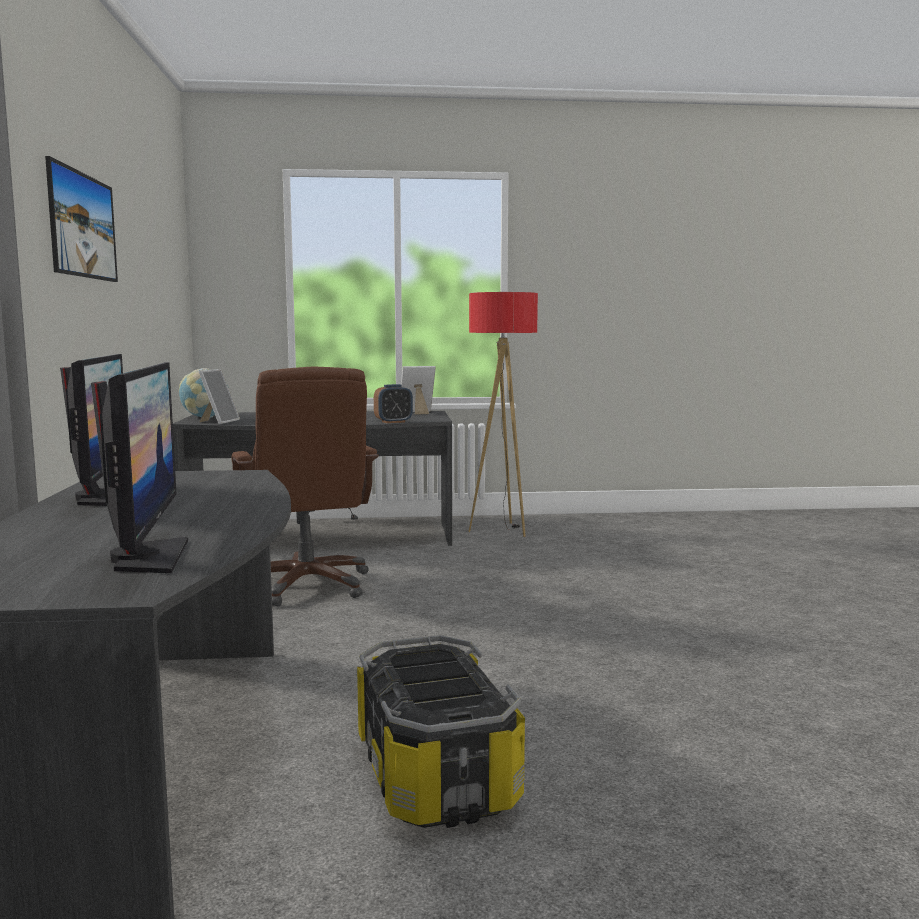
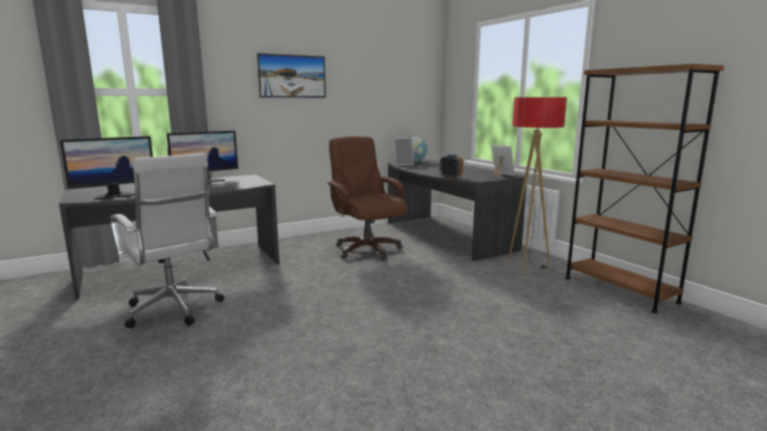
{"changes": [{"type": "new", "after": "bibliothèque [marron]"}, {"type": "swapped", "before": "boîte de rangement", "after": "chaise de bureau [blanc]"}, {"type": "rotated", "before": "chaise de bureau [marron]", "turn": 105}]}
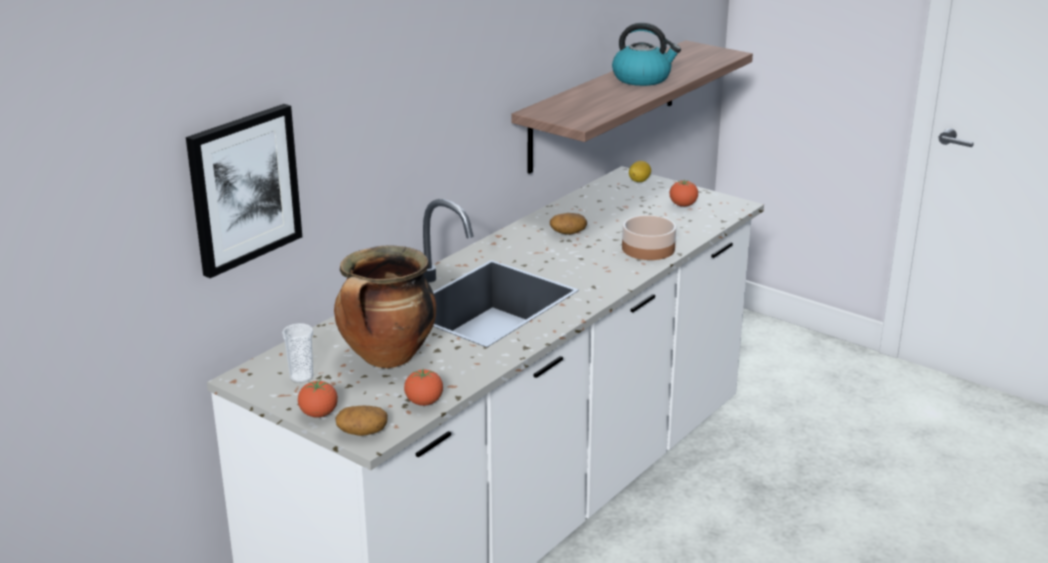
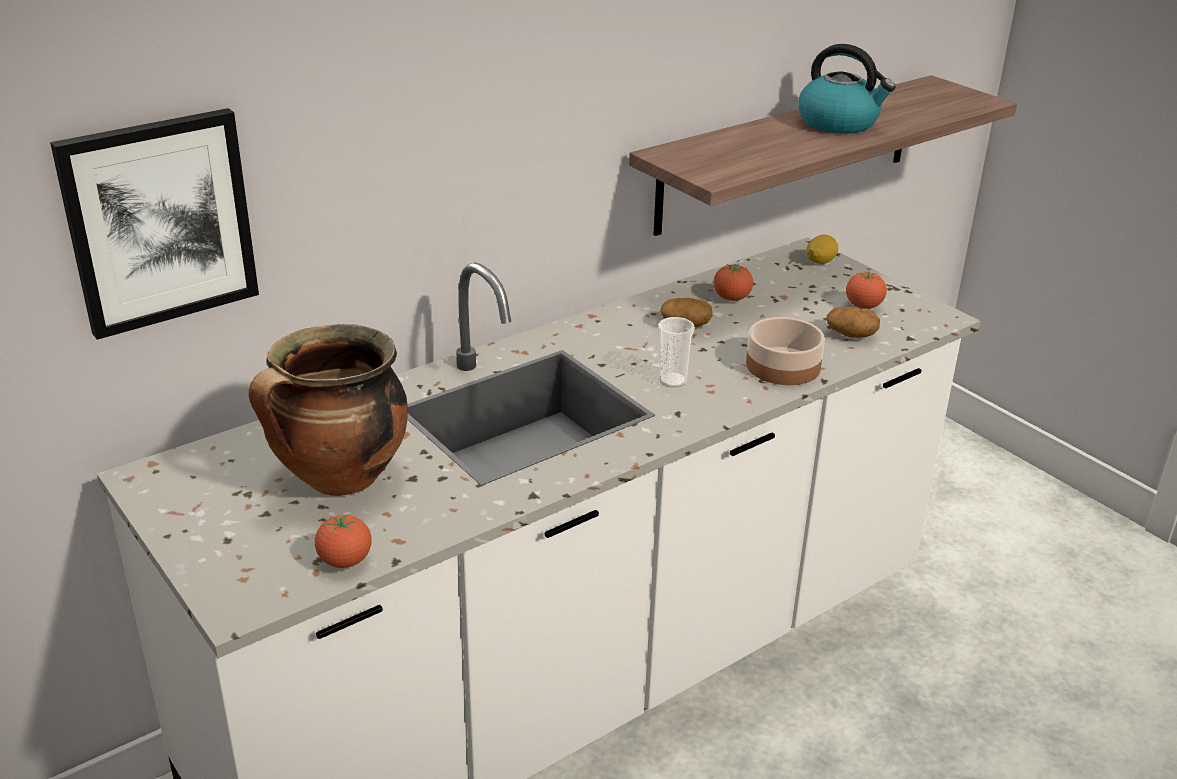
{"changes": [{"type": "shifted", "before": "tasse"}, {"type": "shifted", "before": "tomate (no. 1 from left in the first image)", "after": "tomate (no. 2 from left)"}, {"type": "shifted", "before": "pomme de terre (no. 1 from left in the first image)", "after": "pomme de terre (no. 2 from left)"}]}
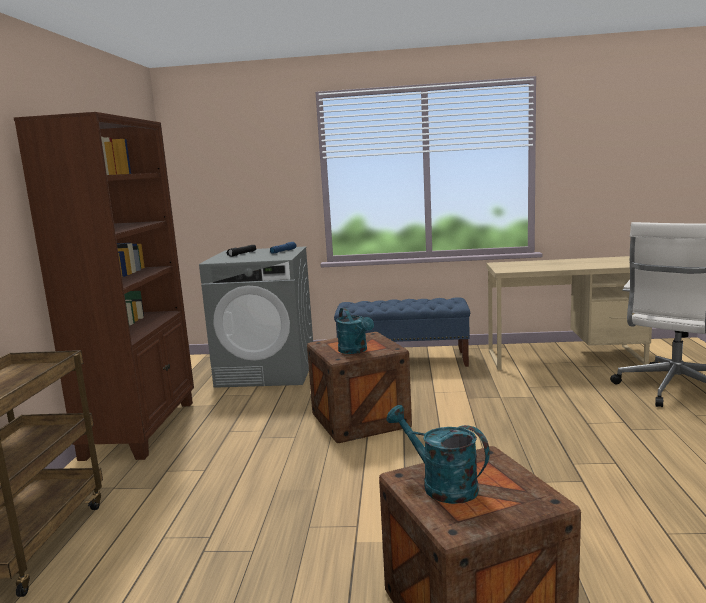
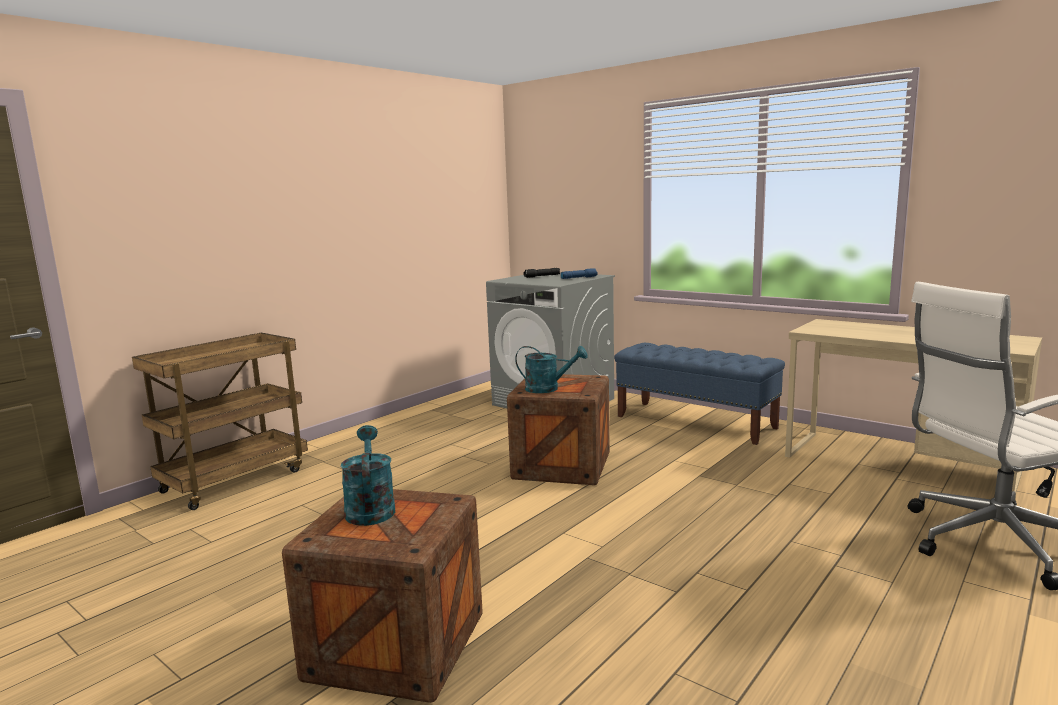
{"changes": [{"type": "gone", "before": "bibliothèque [marron]"}, {"type": "rotated", "before": "arrosoir [turquoise] (no. 1 from left in the first image)", "turn": -90}]}
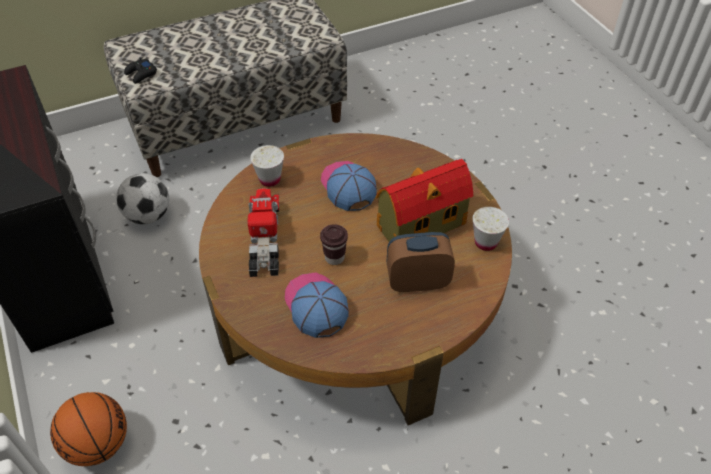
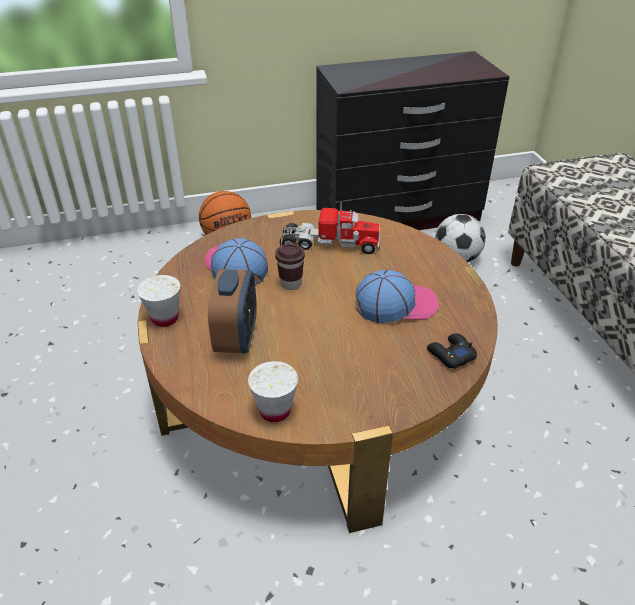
{"changes": [{"type": "gone", "before": "maison miniature"}, {"type": "shifted", "before": "manette [noir]"}, {"type": "shifted", "before": "tasse [blanc] (no. 1 from left)"}, {"type": "rotated", "before": "casquette (no. 1 from left)", "turn": -105}]}
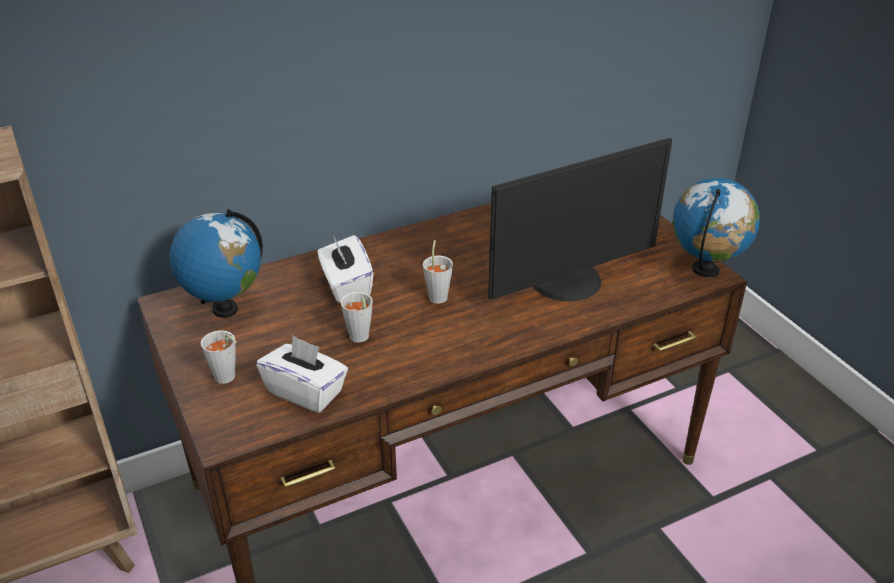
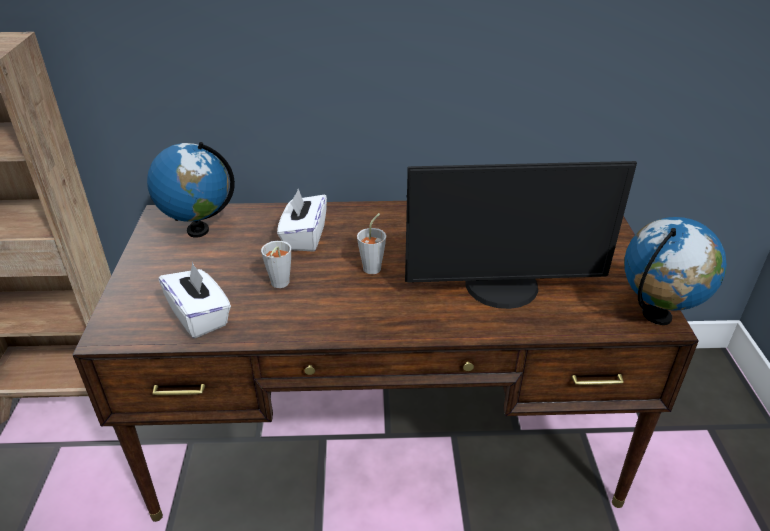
{"changes": [{"type": "gone", "before": "tasse [gris] (no. 1 from left)"}]}
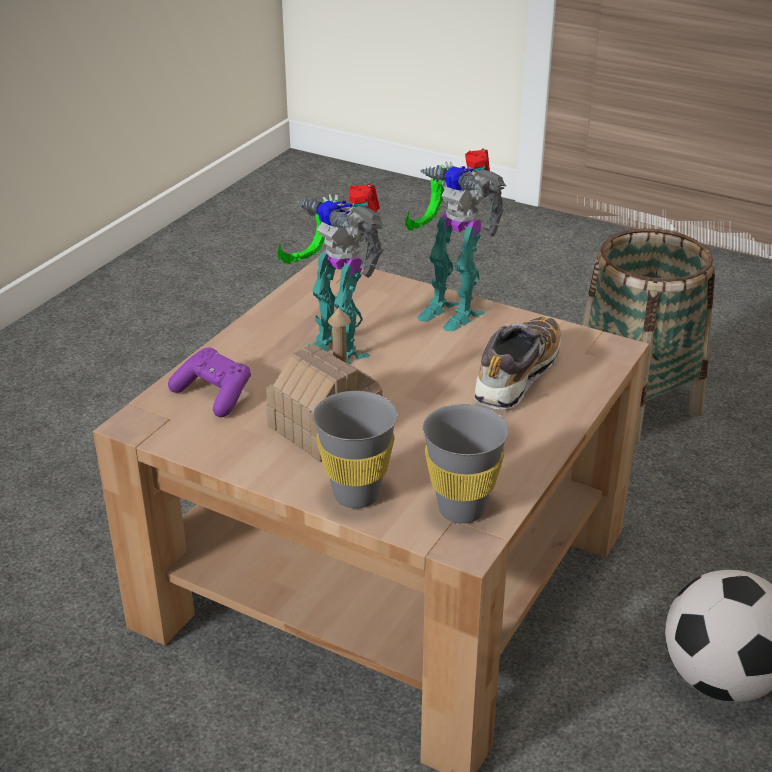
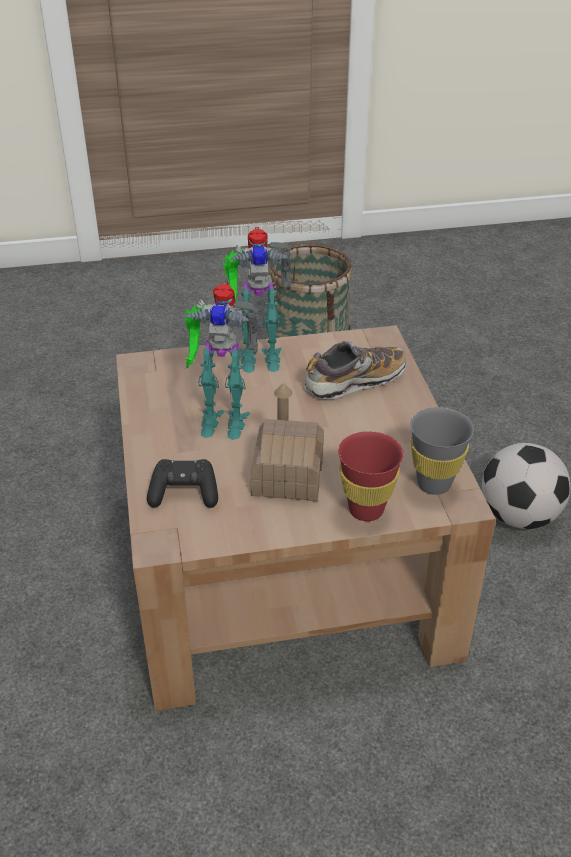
{"changes": [{"type": "repainted", "before": "manette [violet]", "after": "manette [noir]"}, {"type": "repainted", "before": "tasse [gris] (no. 1 from left)", "after": "tasse [rouge]"}, {"type": "rotated", "before": "chaussure", "turn": 75}]}
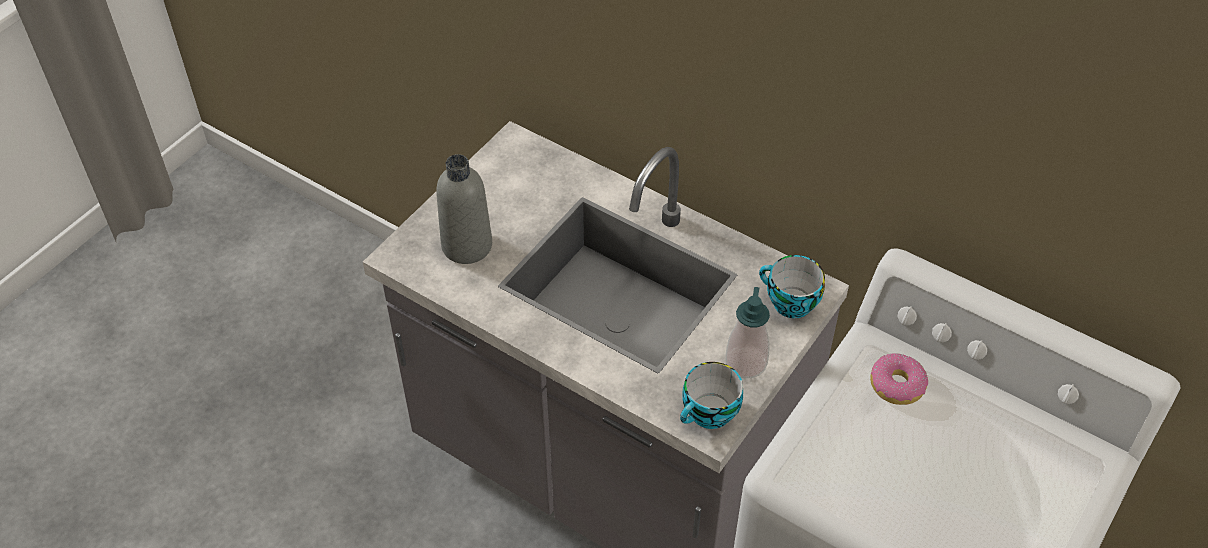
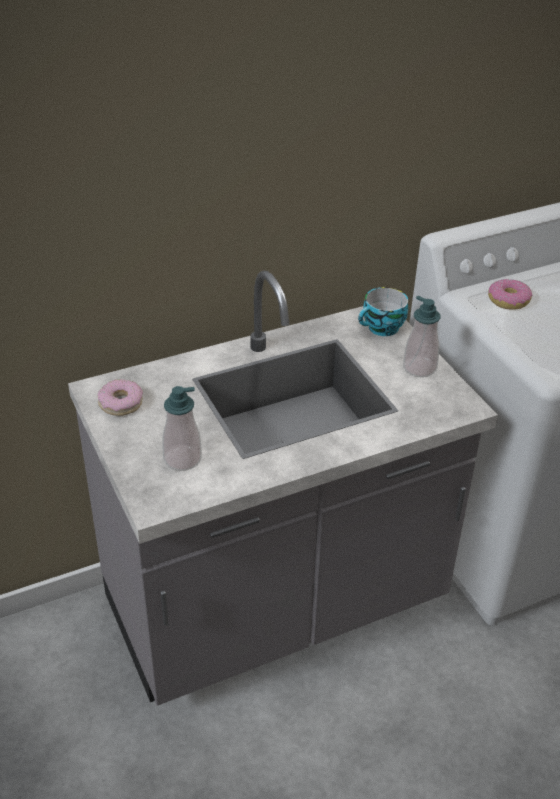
{"changes": [{"type": "gone", "before": "tasse (no. 1 from left)"}, {"type": "new", "after": "beignet (no. 1 from left)"}, {"type": "swapped", "before": "bouteille [gris]", "after": "distributeur de savon (no. 1 from left)"}]}
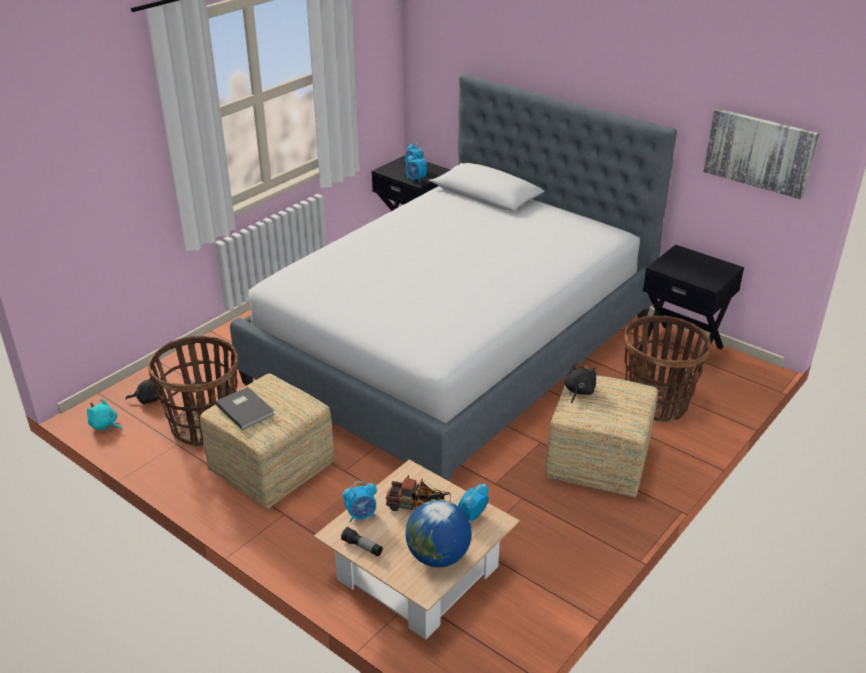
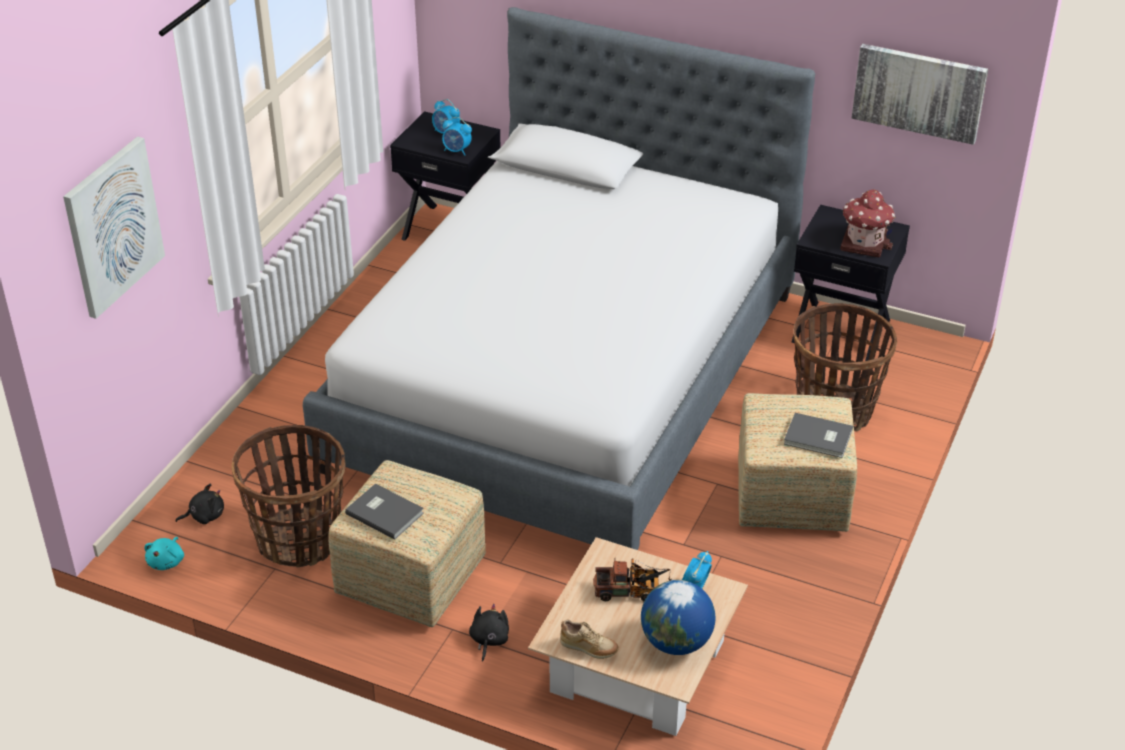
{"changes": [{"type": "gone", "before": "réveil (no. 1 from left)"}, {"type": "new", "after": "tableau (no. 1 from left)"}, {"type": "new", "after": "livre [gris] (no. 2 from left)"}, {"type": "new", "after": "maison miniature"}, {"type": "shifted", "before": "peluche [noir] (no. 2 from left)"}, {"type": "swapped", "before": "lampe de poche", "after": "chaussure [beige]"}, {"type": "rotated", "before": "peluche [turquoise]", "turn": -90}]}
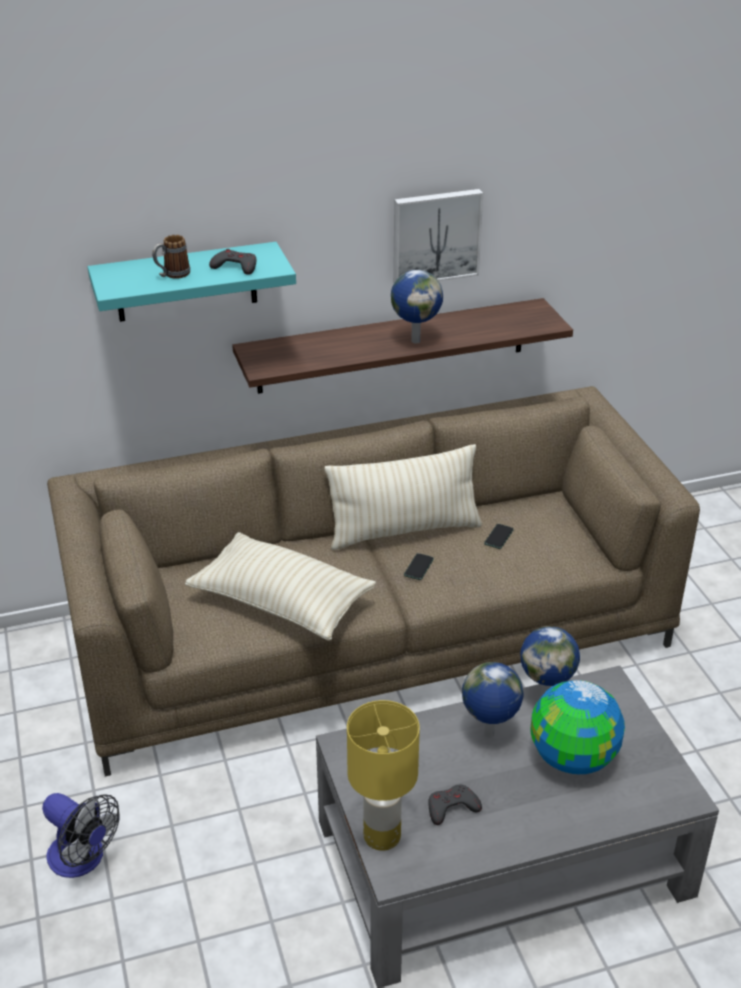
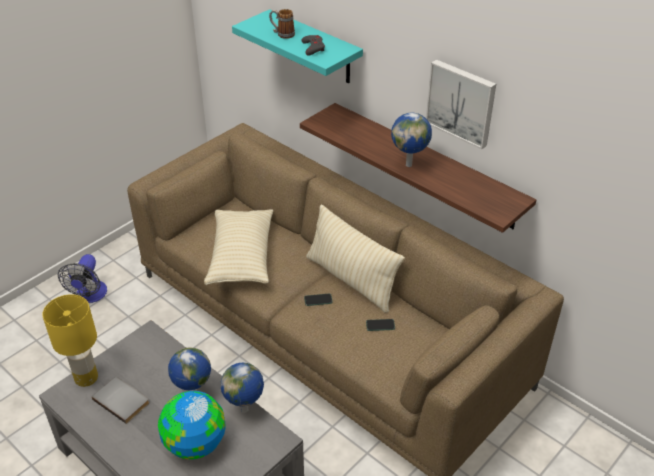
{"changes": [{"type": "swapped", "before": "manette [gris] (no. 2 from left)", "after": "livre [gris]"}]}
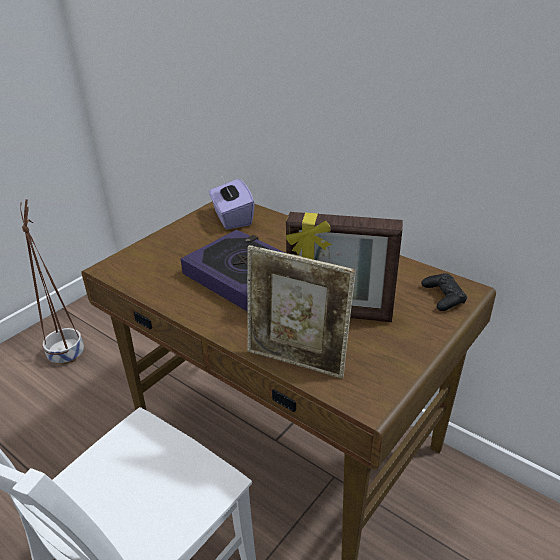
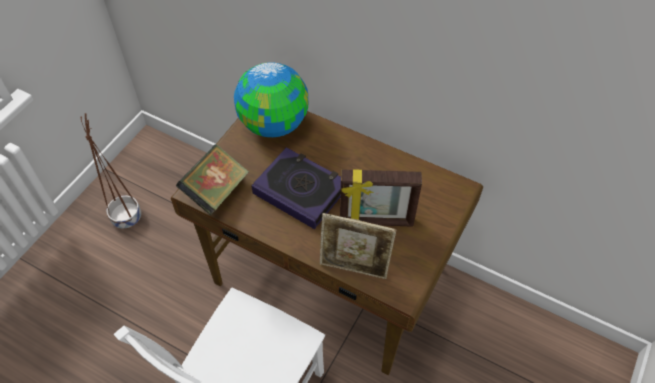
{"changes": [{"type": "gone", "before": "manette [noir]"}, {"type": "new", "after": "livre (no. 1 from left)"}, {"type": "swapped", "before": "boîte à mouchoirs [violet]", "after": "globe"}]}
